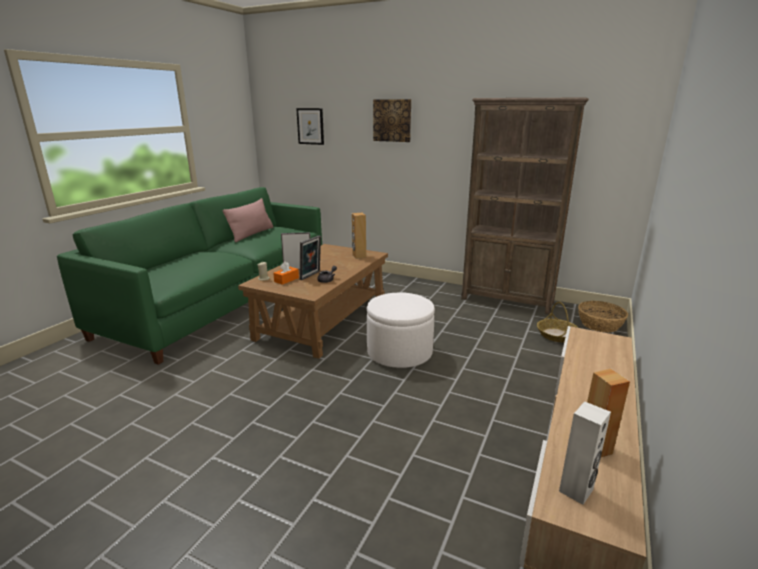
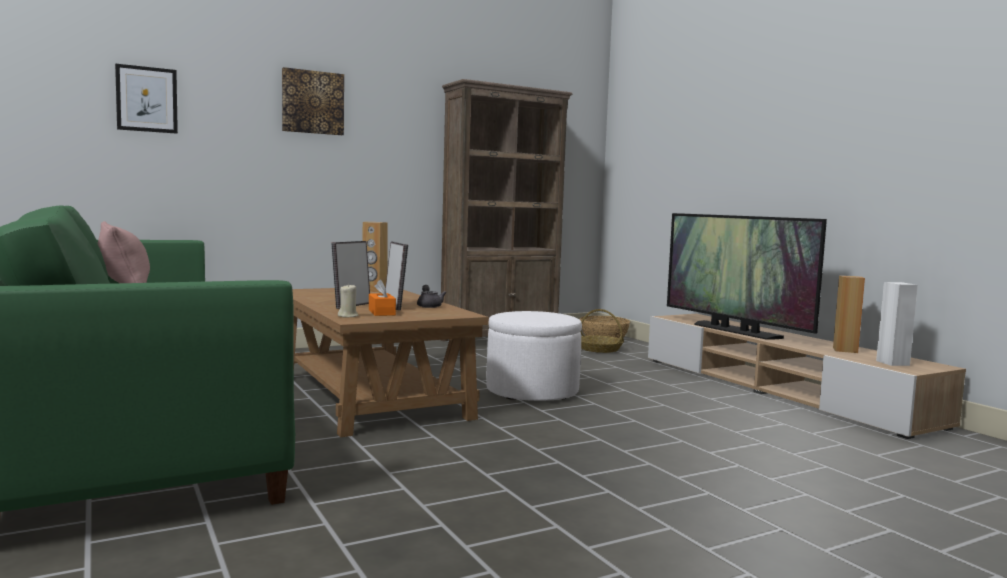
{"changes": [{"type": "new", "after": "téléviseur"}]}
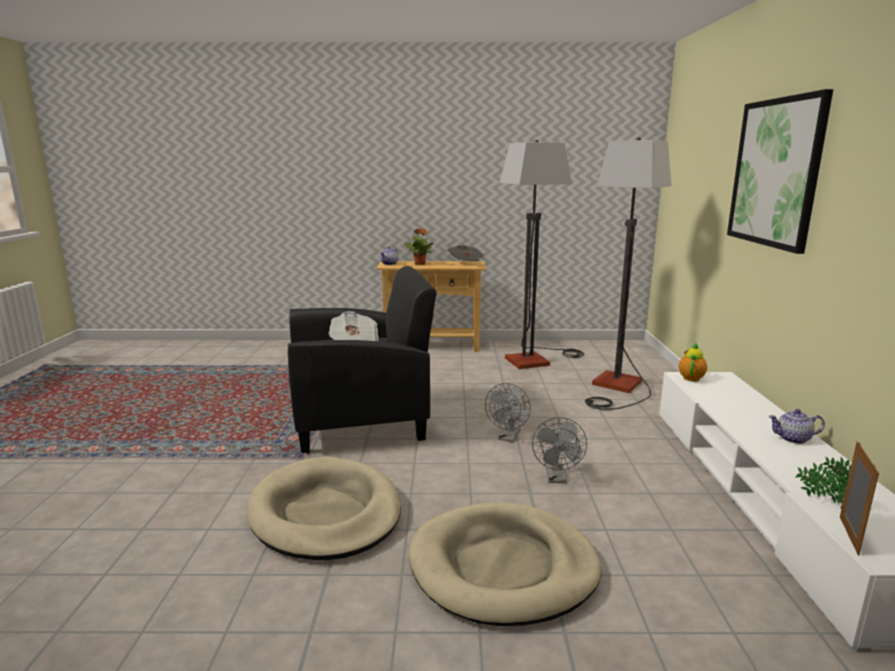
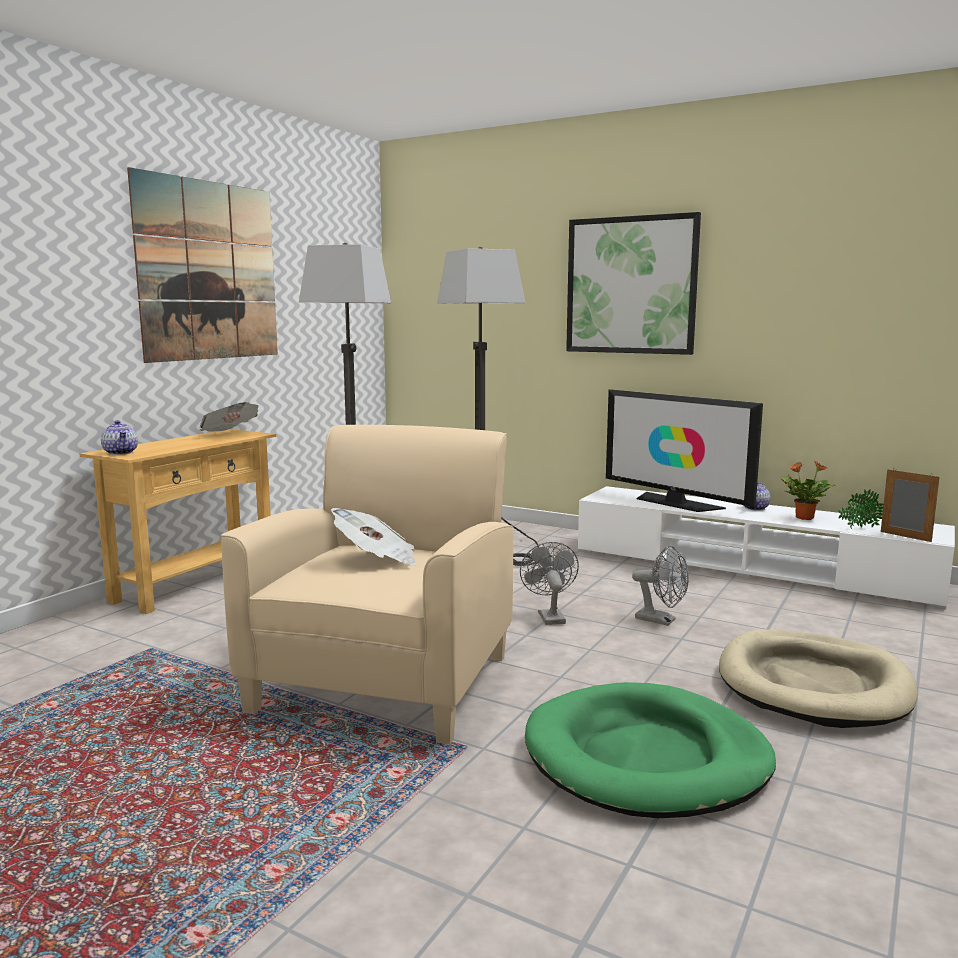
{"changes": [{"type": "gone", "before": "théière (no. 2 from left)"}, {"type": "new", "after": "tableau (no. 1 from left)"}, {"type": "new", "after": "téléviseur"}, {"type": "shifted", "before": "plante en pot (no. 1 from left)"}, {"type": "repainted", "before": "panier pour chien [beige] (no. 1 from left)", "after": "panier pour chien [vert]"}, {"type": "repainted", "before": "fauteuil [noir]", "after": "fauteuil [beige]"}, {"type": "rotated", "before": "ventilateur [gris] (no. 1 from left)", "turn": -150}]}
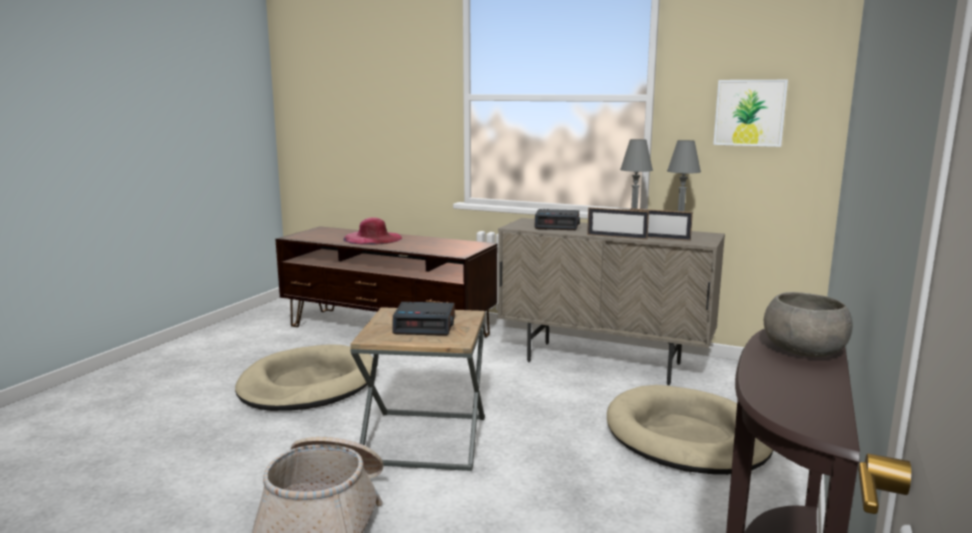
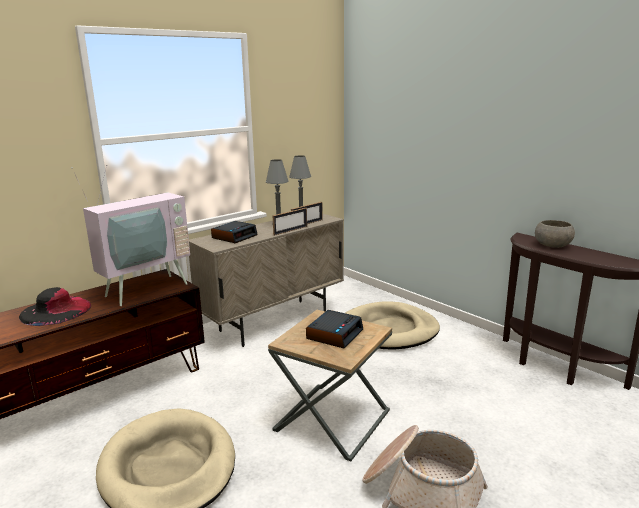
{"changes": [{"type": "gone", "before": "tableau"}, {"type": "new", "after": "téléviseur"}, {"type": "repainted", "before": "chapeau [rose]", "after": "chapeau [noir]"}]}
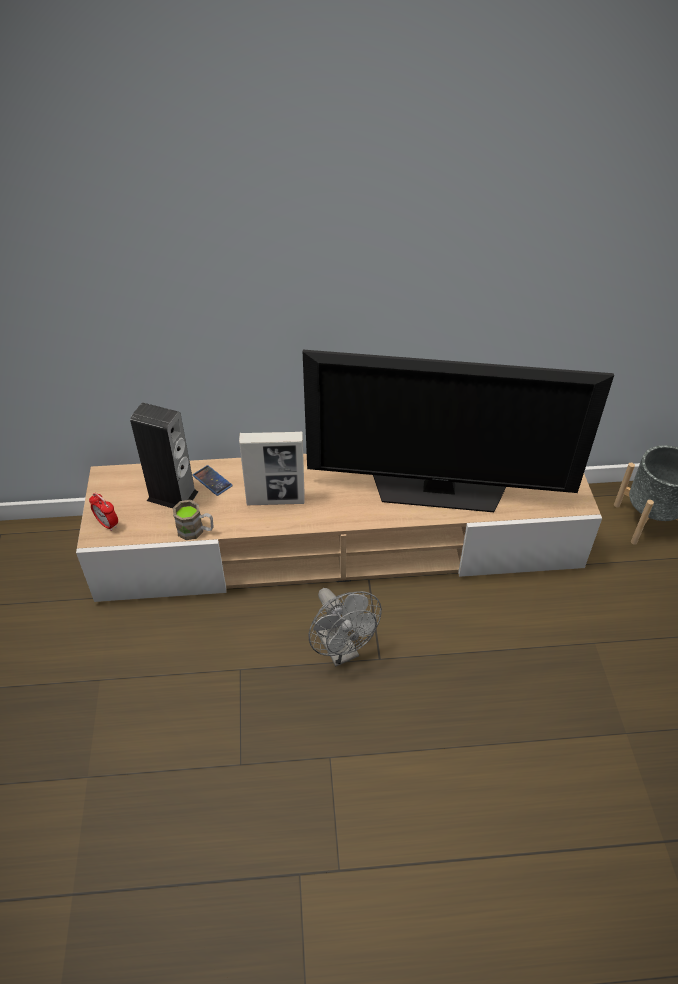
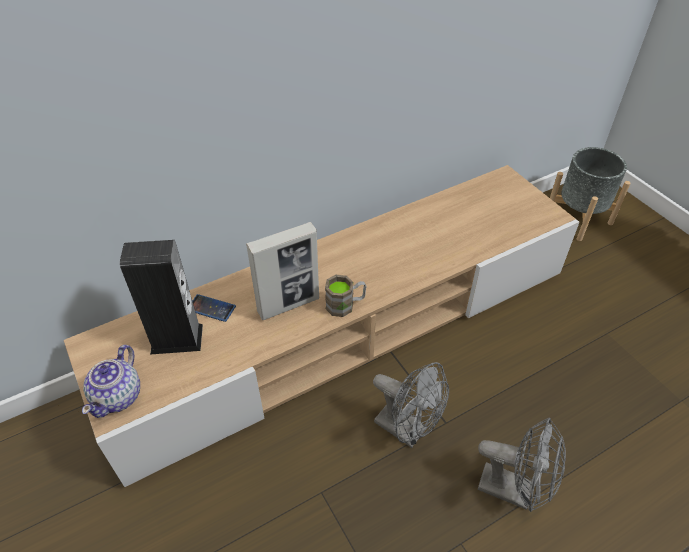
{"changes": [{"type": "gone", "before": "téléviseur"}, {"type": "new", "after": "ventilateur [gris] (no. 2 from left)"}, {"type": "shifted", "before": "mug [marron]"}, {"type": "swapped", "before": "réveil", "after": "théière"}]}
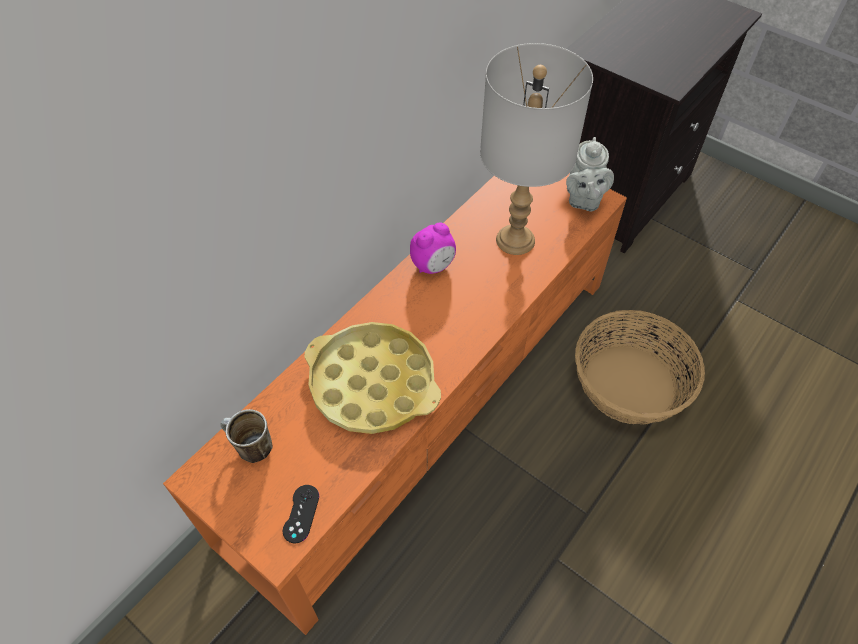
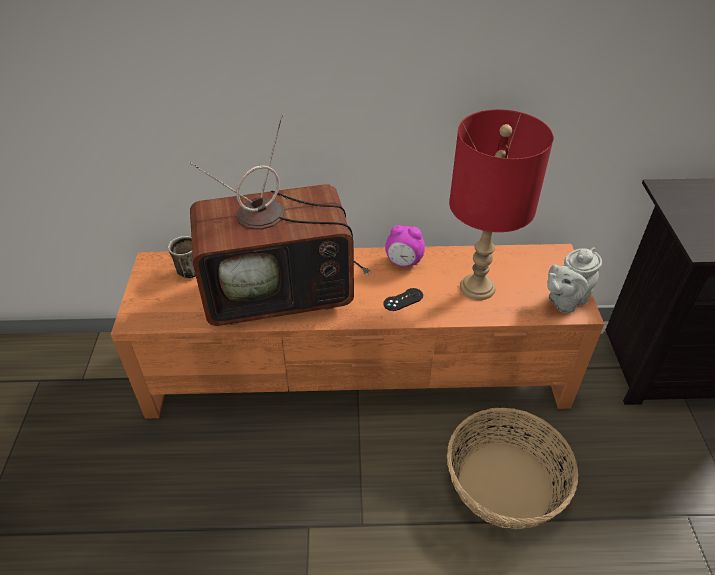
{"changes": [{"type": "shifted", "before": "manette [noir]"}, {"type": "swapped", "before": "plateau [jaune]", "after": "téléviseur"}, {"type": "repainted", "before": "lampe de table [gris]", "after": "lampe de table [rouge]"}]}
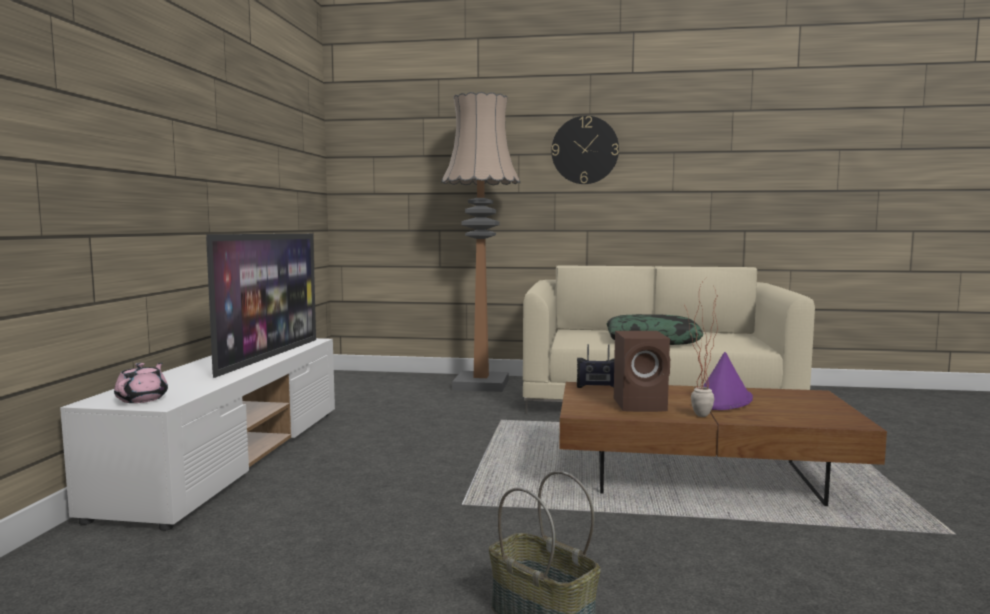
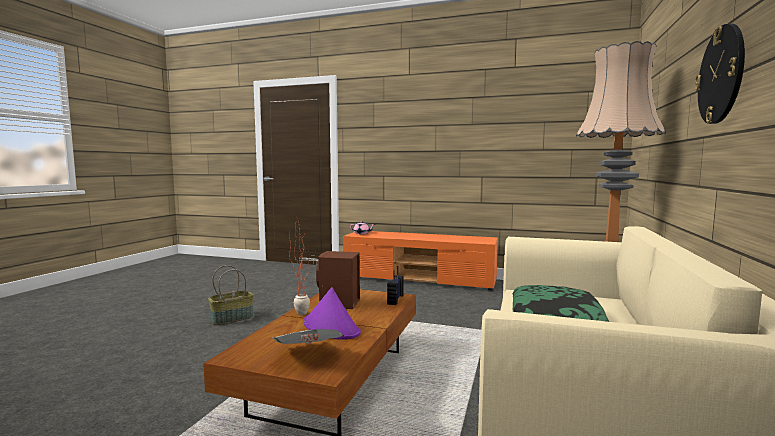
{"changes": [{"type": "gone", "before": "téléviseur"}, {"type": "new", "after": "journal"}, {"type": "repainted", "before": "meuble télé [blanc]", "after": "meuble télé [orange]"}]}
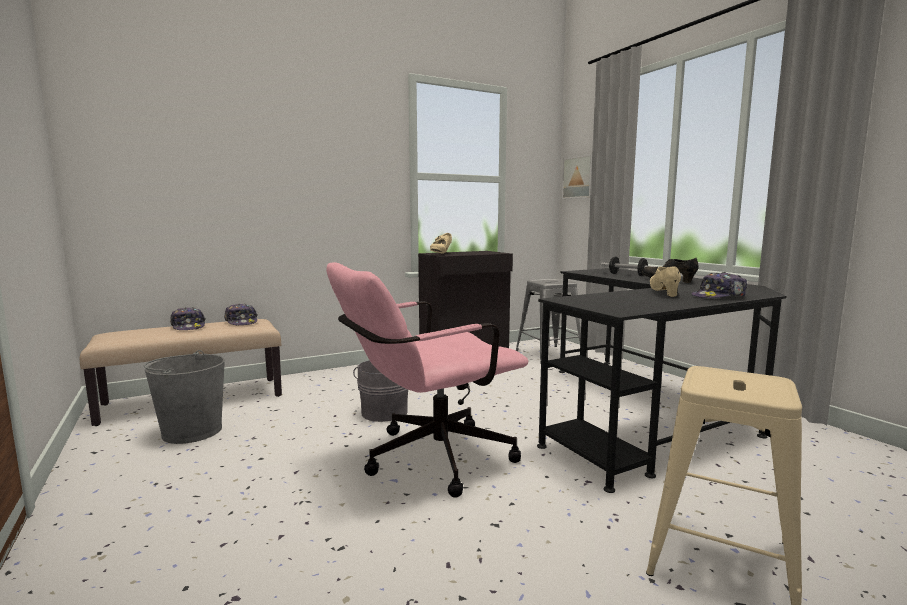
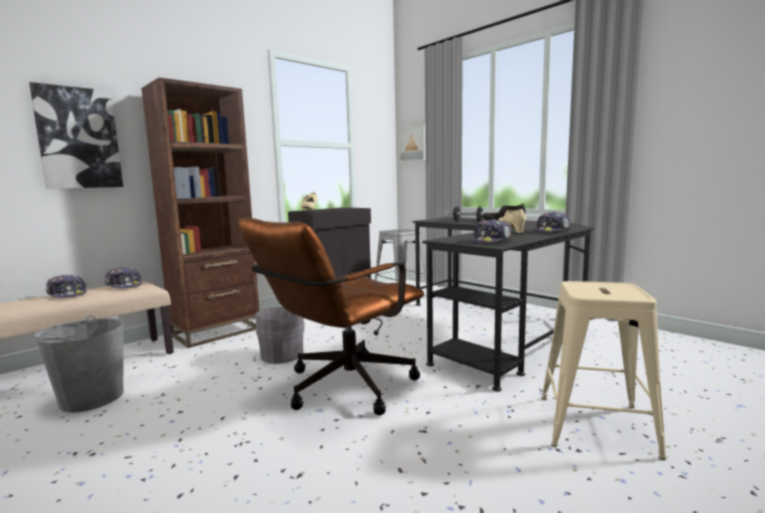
{"changes": [{"type": "new", "after": "tableau (no. 1 from left)"}, {"type": "new", "after": "bibliothèque [marron]"}, {"type": "new", "after": "casquette (no. 3 from left)"}, {"type": "repainted", "before": "chaise de bureau [rose]", "after": "chaise de bureau [marron]"}]}
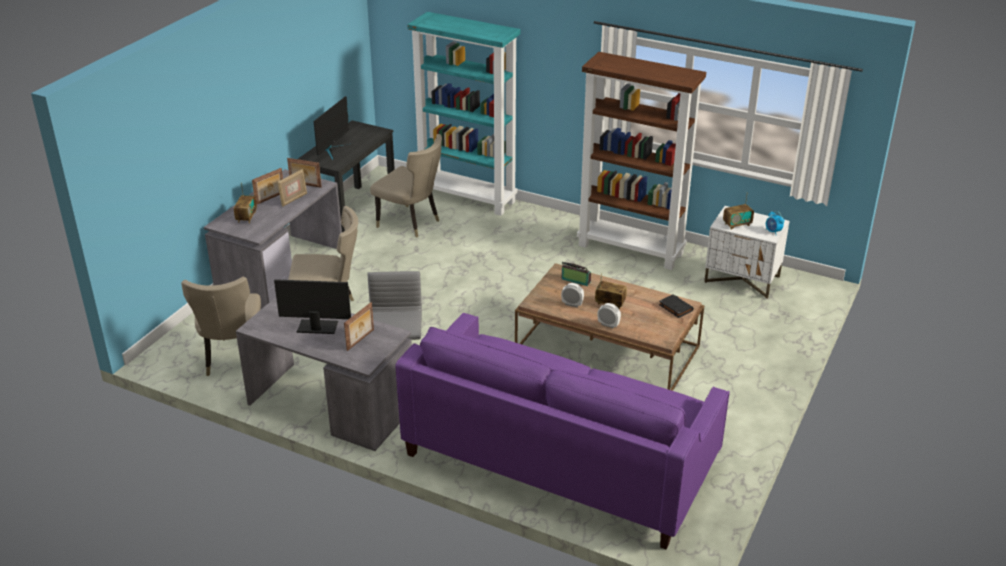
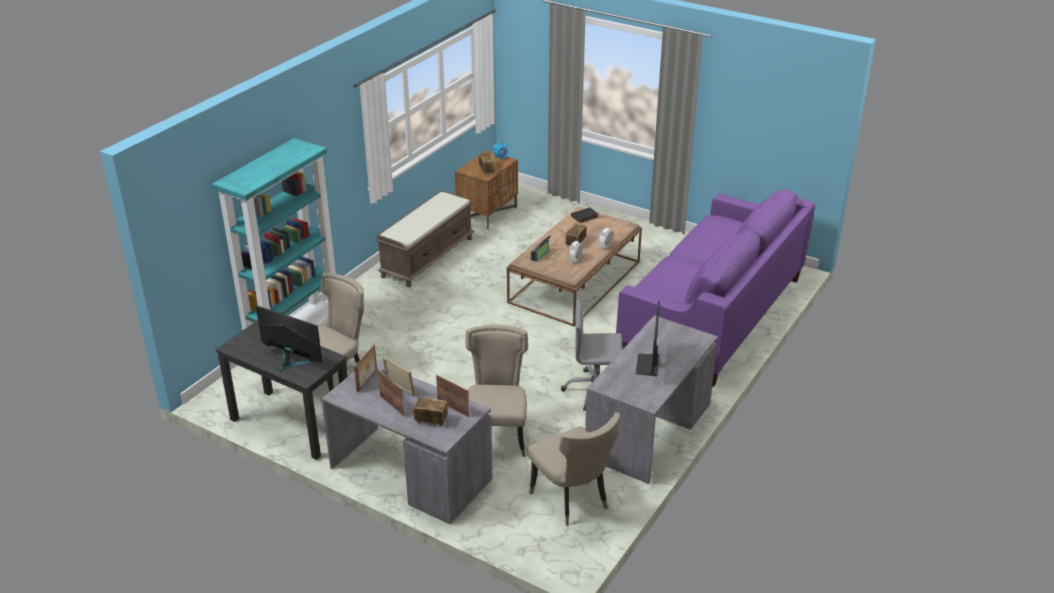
{"changes": [{"type": "shifted", "before": "cadre photo (no. 4 from left)"}, {"type": "swapped", "before": "bibliothèque [marron]", "after": "banc [marron]"}, {"type": "repainted", "before": "table de chevet [blanc]", "after": "table de chevet [marron]"}, {"type": "rotated", "before": "chaise [beige] (no. 1 from left in the first image)", "turn": 60}]}
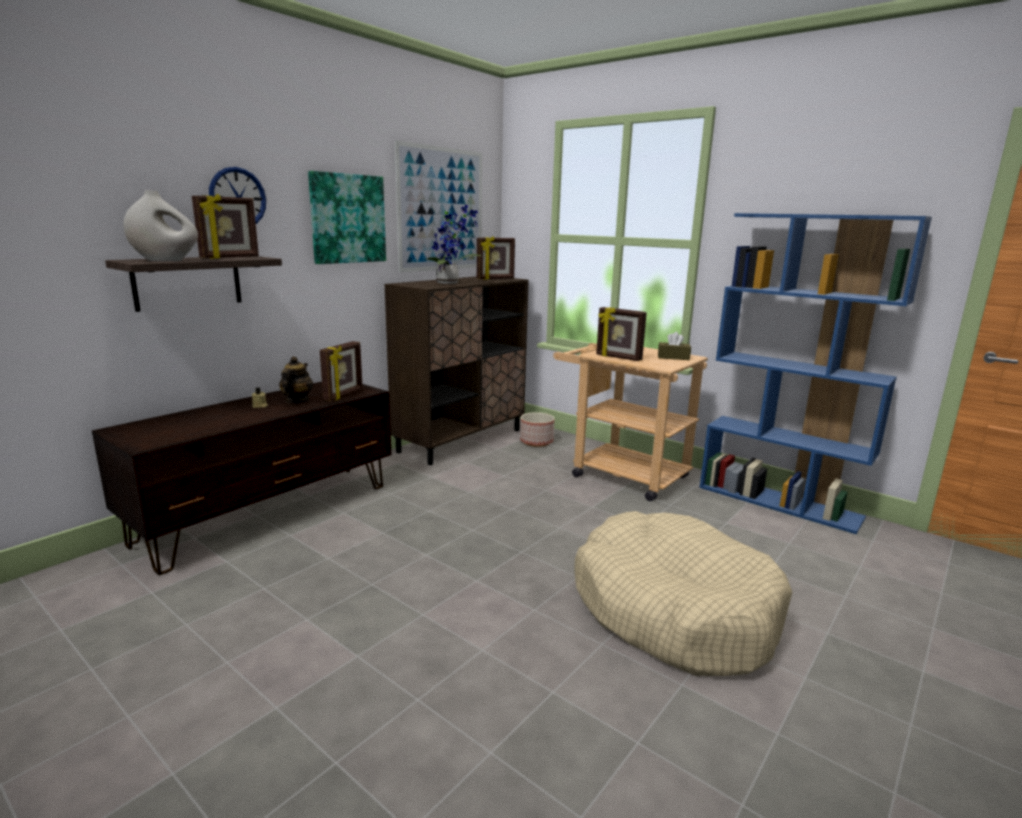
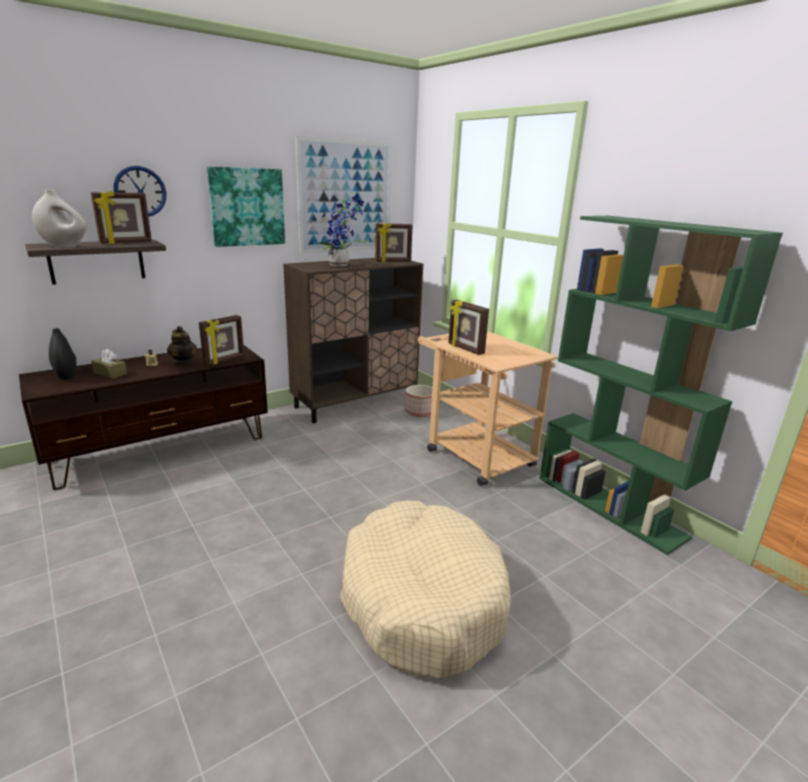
{"changes": [{"type": "new", "after": "vase [noir]"}, {"type": "shifted", "before": "boîte à mouchoirs [marron]"}, {"type": "repainted", "before": "bibliothèque [bleu]", "after": "bibliothèque [vert]"}, {"type": "rotated", "before": "théière", "turn": 120}]}
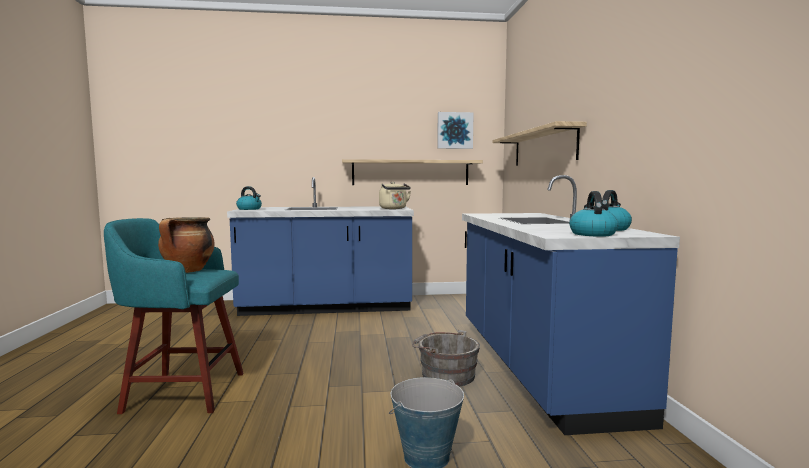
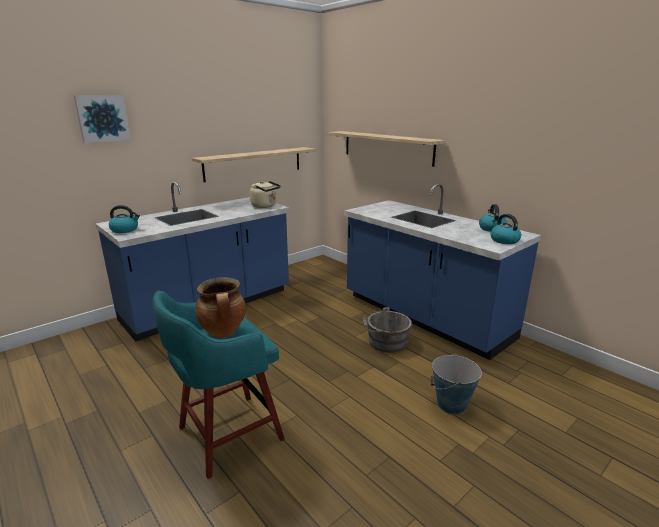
{"changes": [{"type": "shifted", "before": "tableau"}]}
